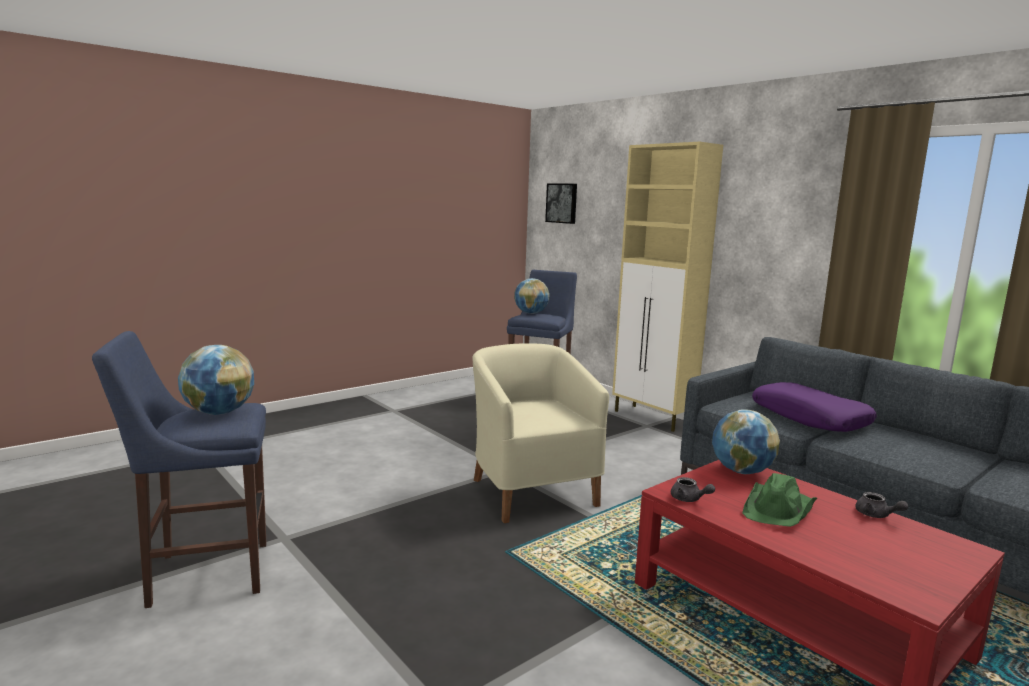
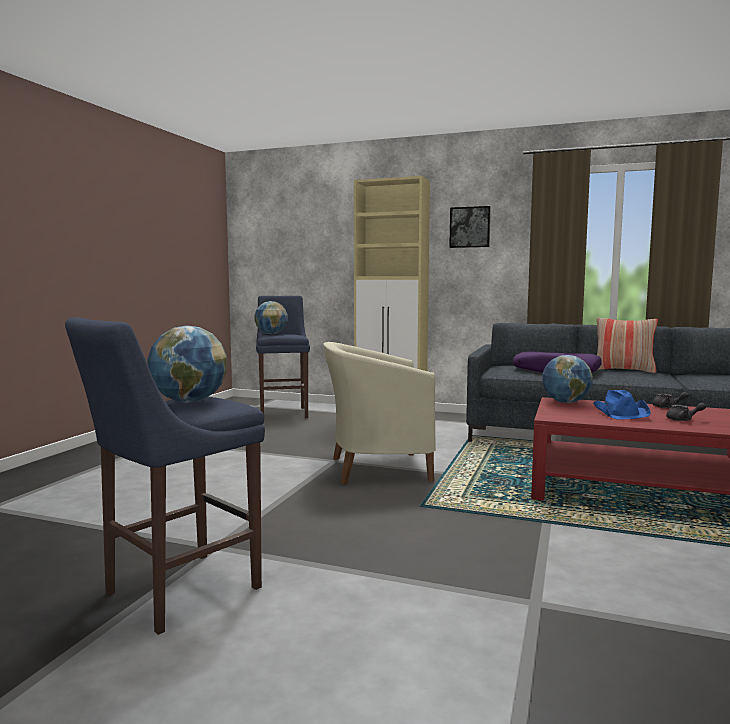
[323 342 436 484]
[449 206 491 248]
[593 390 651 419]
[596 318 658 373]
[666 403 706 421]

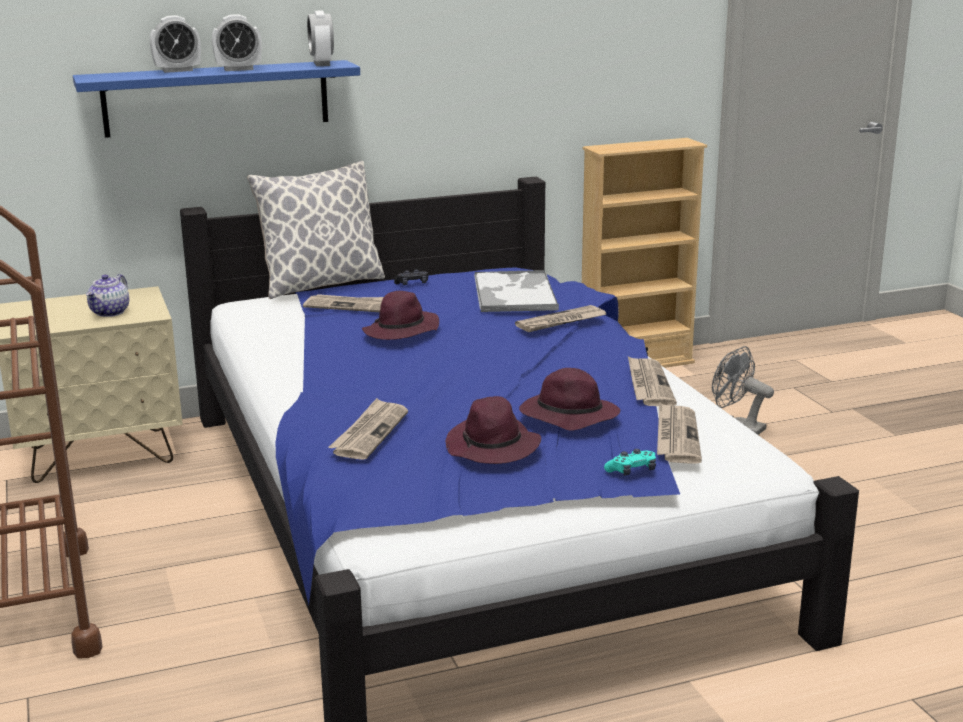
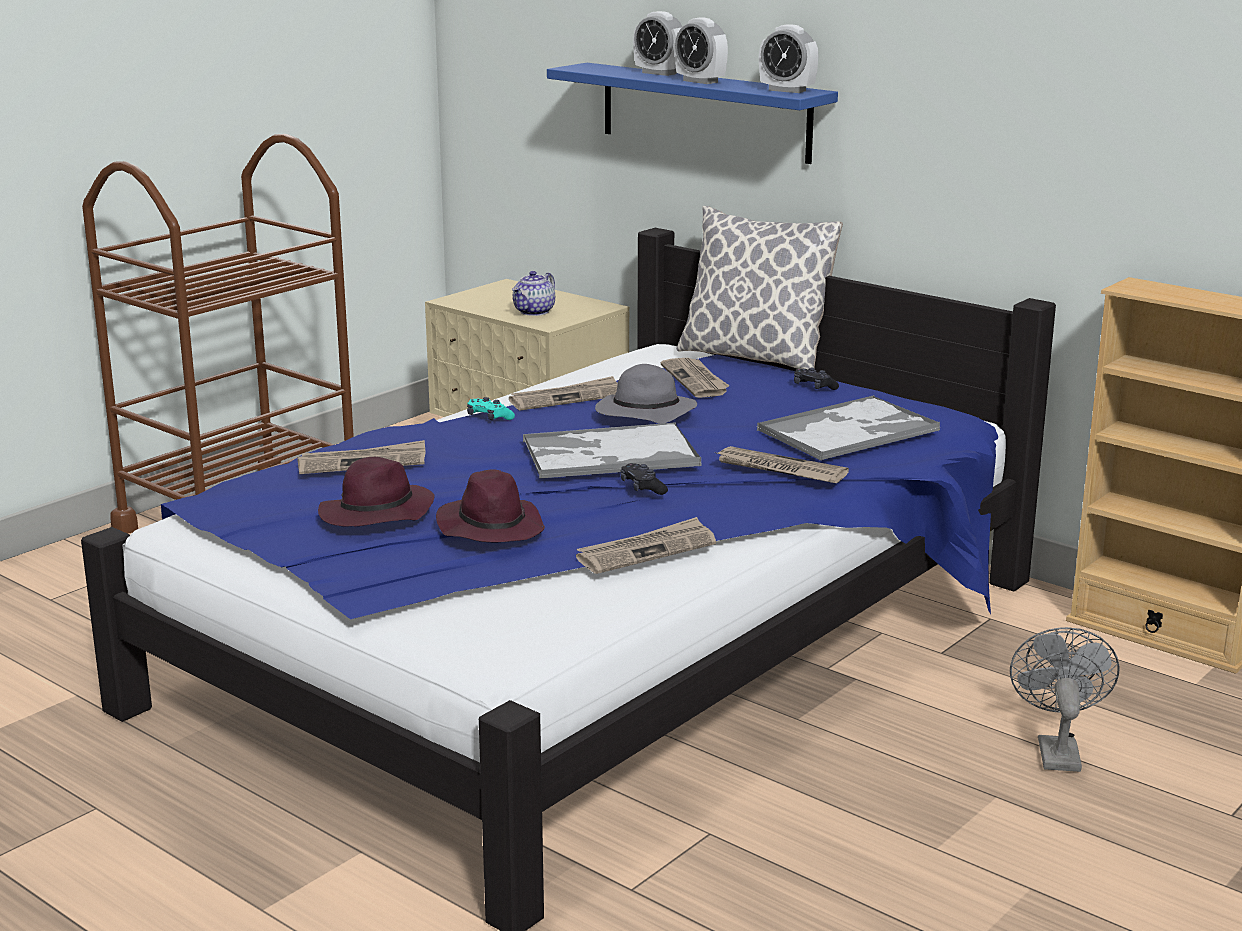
[467 397 515 420]
[509 376 618 411]
[512 271 555 316]
[523 422 701 479]
[595 364 697 424]
[621 463 668 495]
[759 24 819 93]

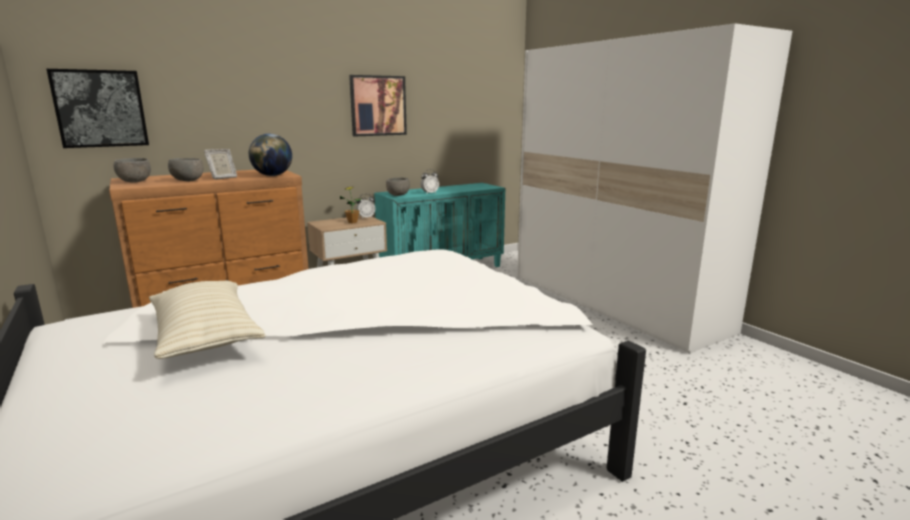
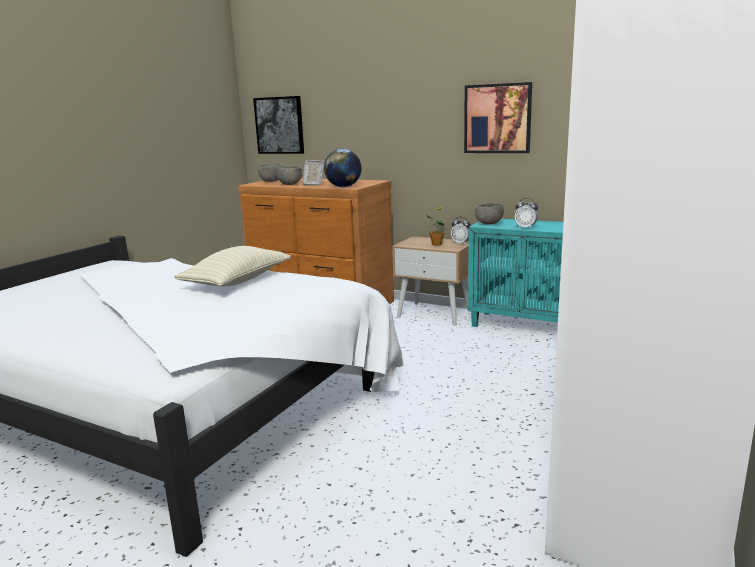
[174 246 291 286]

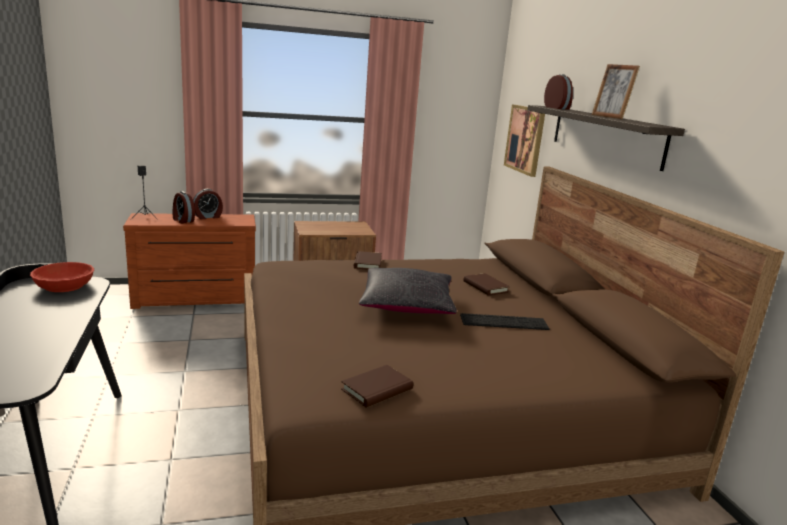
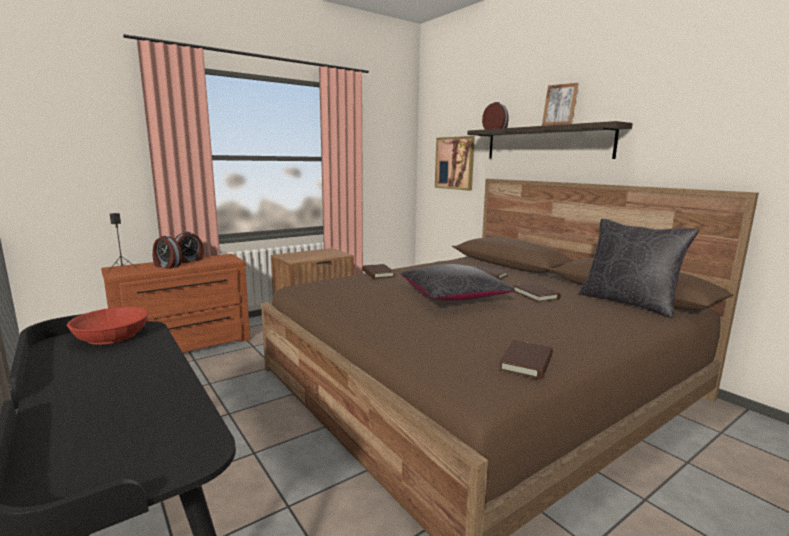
[513 283 561 302]
[579 219 699 318]

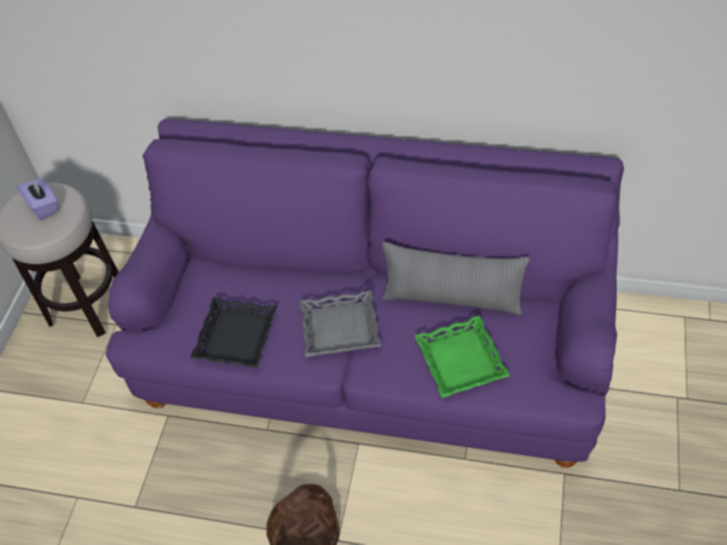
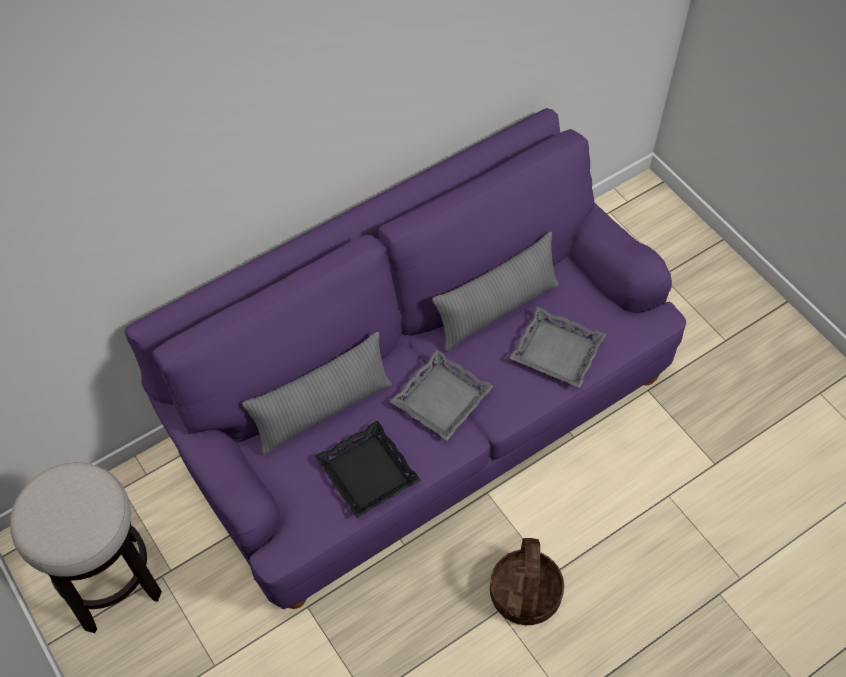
[242 332 392 455]
[509 307 606 388]
[17 178 58 220] (first image)

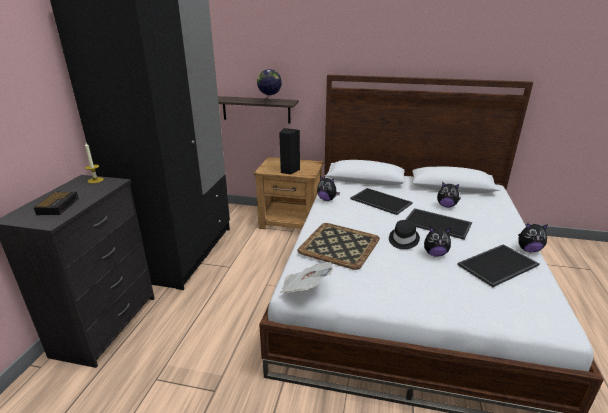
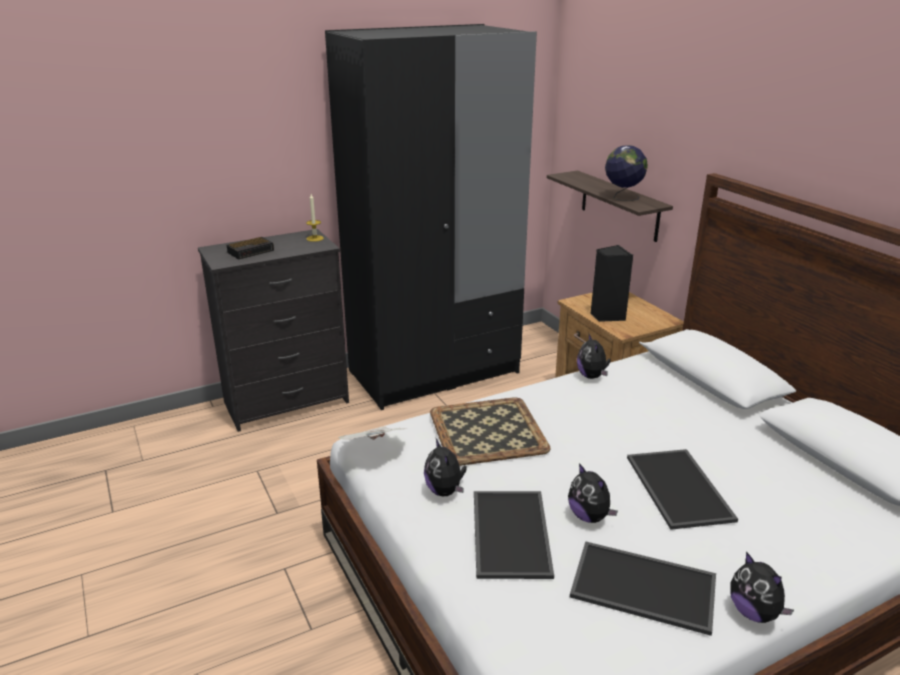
[424 437 467 496]
[474 491 554 579]
[389 220 420 249] (first image)

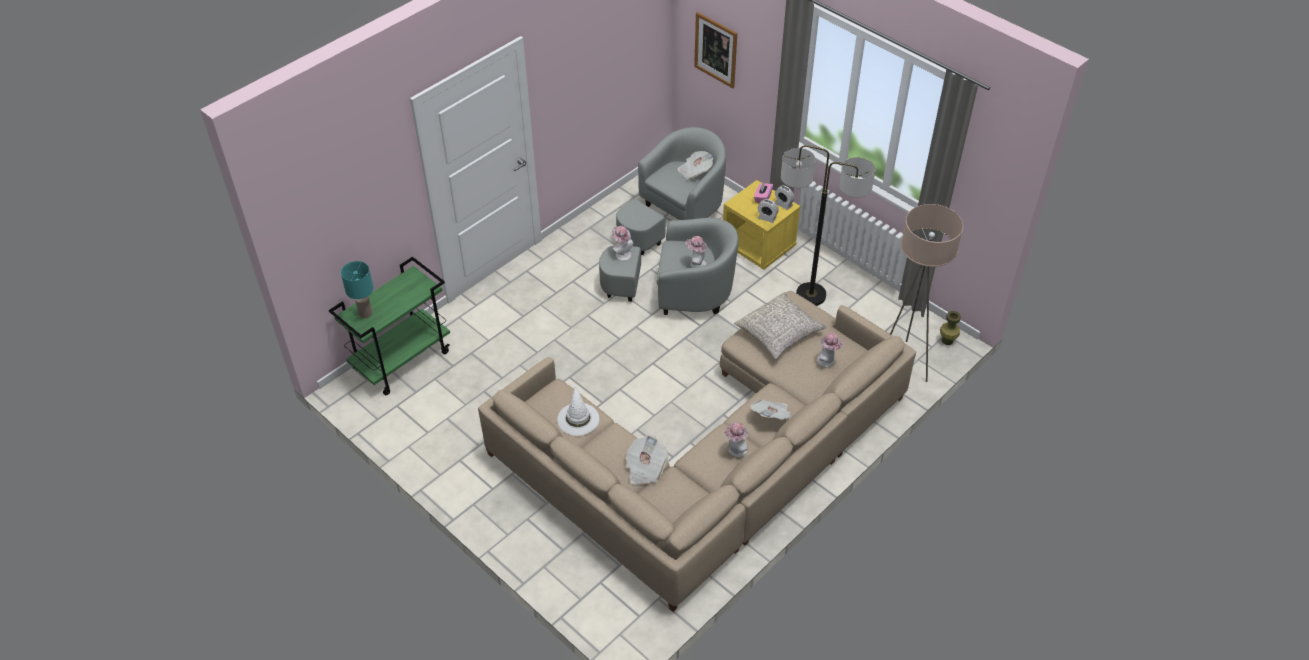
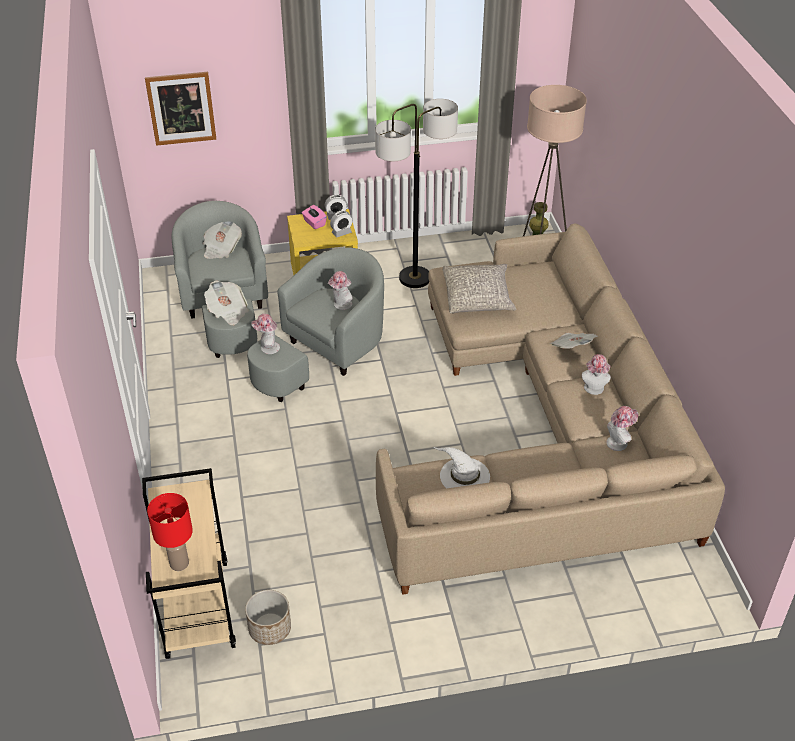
[142 468 236 659]
[147 493 193 571]
[204 280 249 325]
[245 590 291 645]
[606 406 638 451]

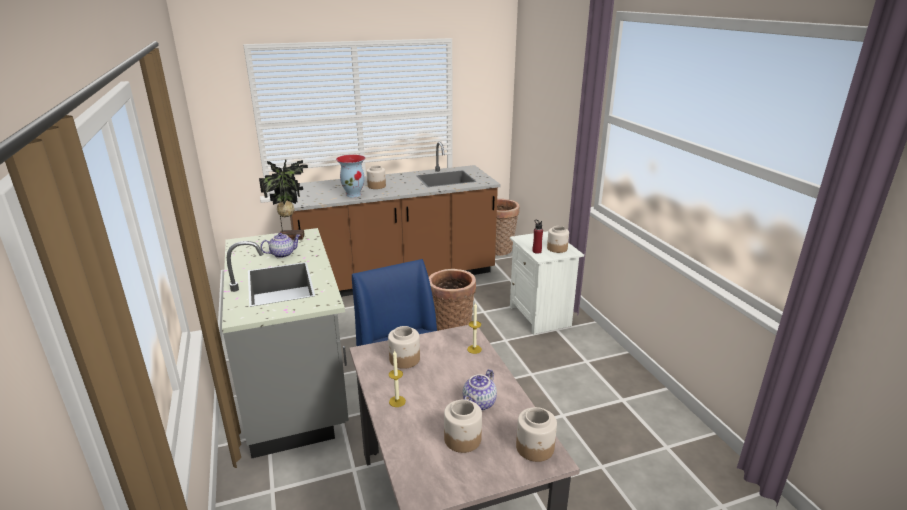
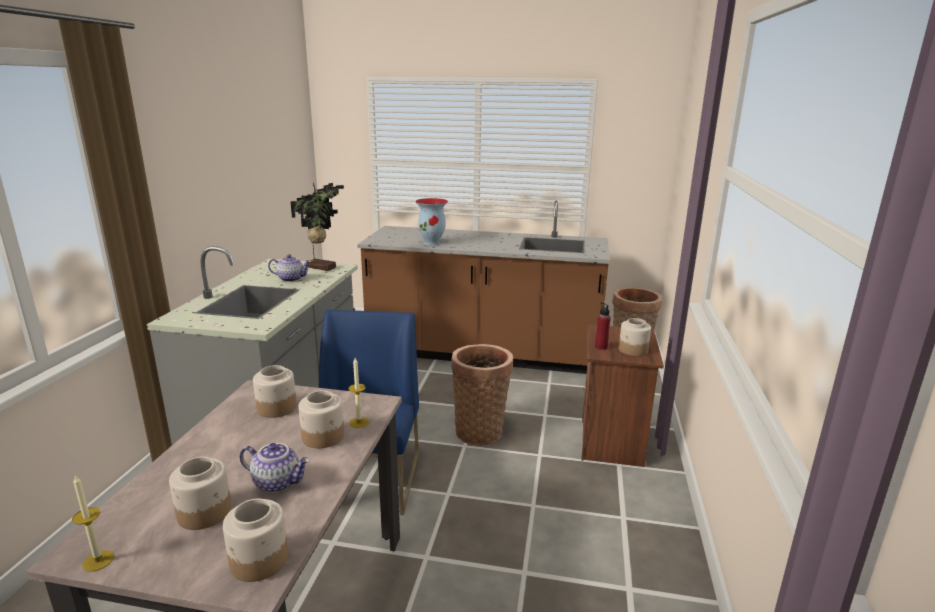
[72 475 114 572]
[239 443 310 493]
[298 390 344 448]
[582 324 664 467]

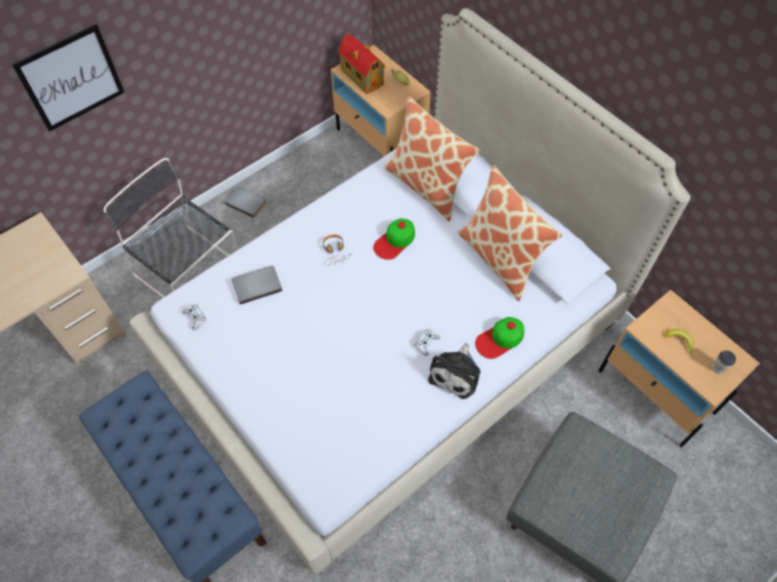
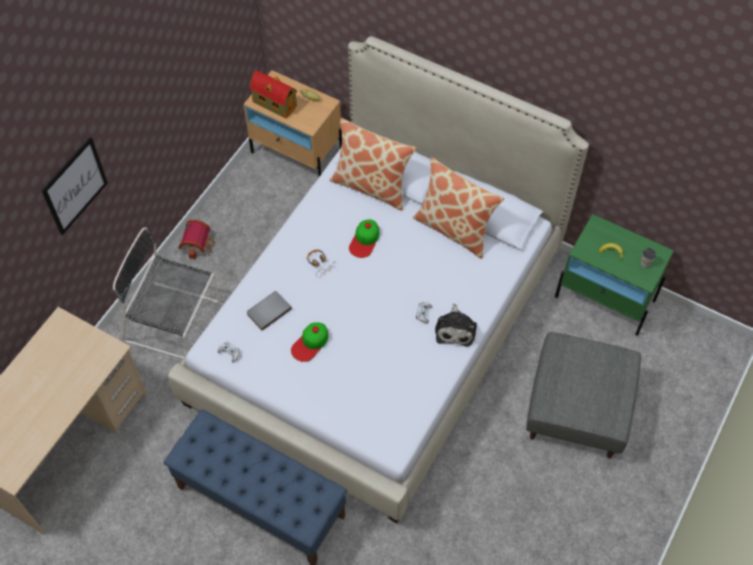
[179 220 215 260]
[291 322 329 362]
[555 214 674 336]

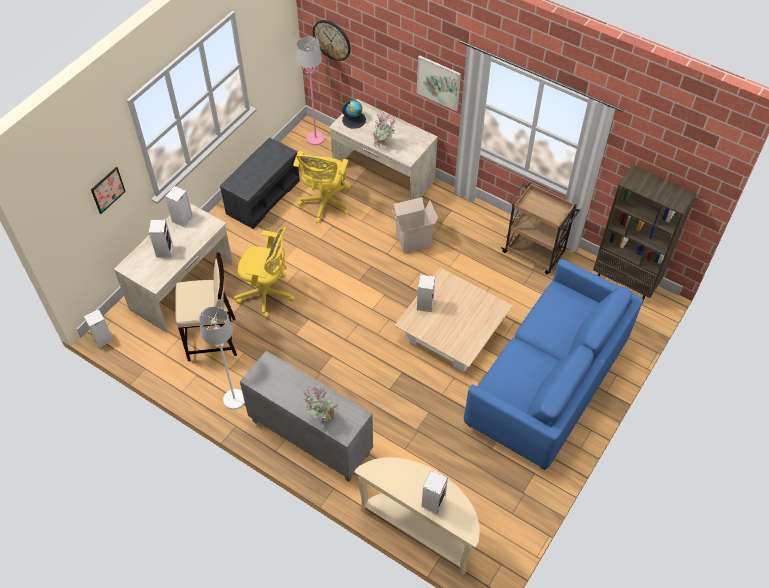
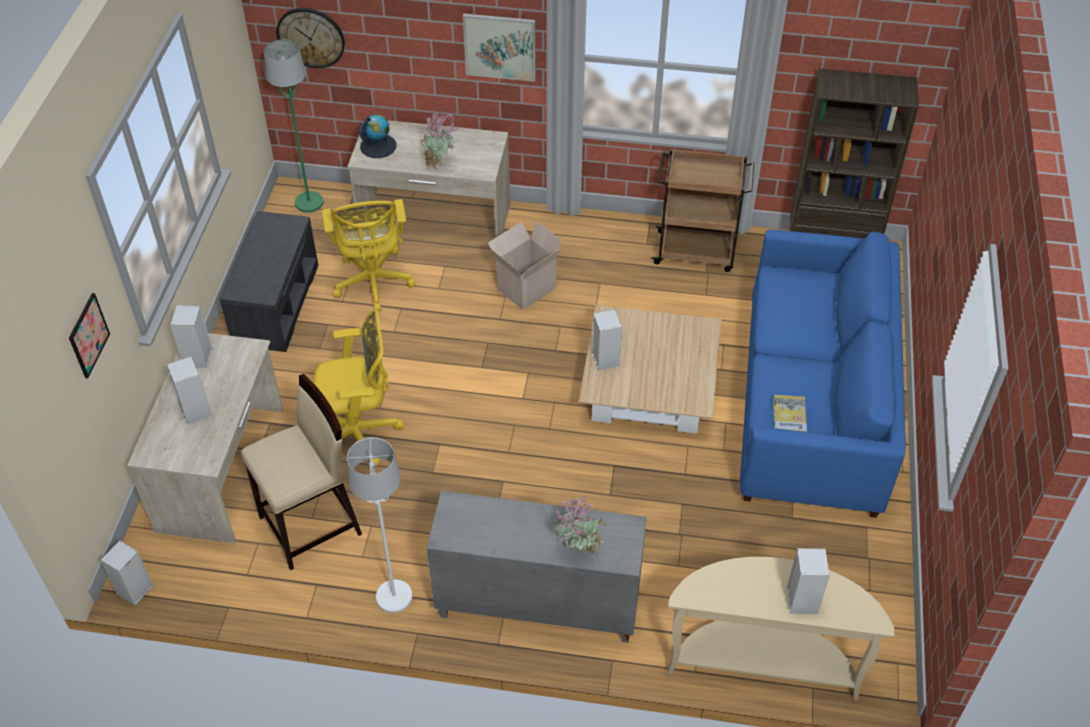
[264 39 324 213]
[773 395 807 432]

